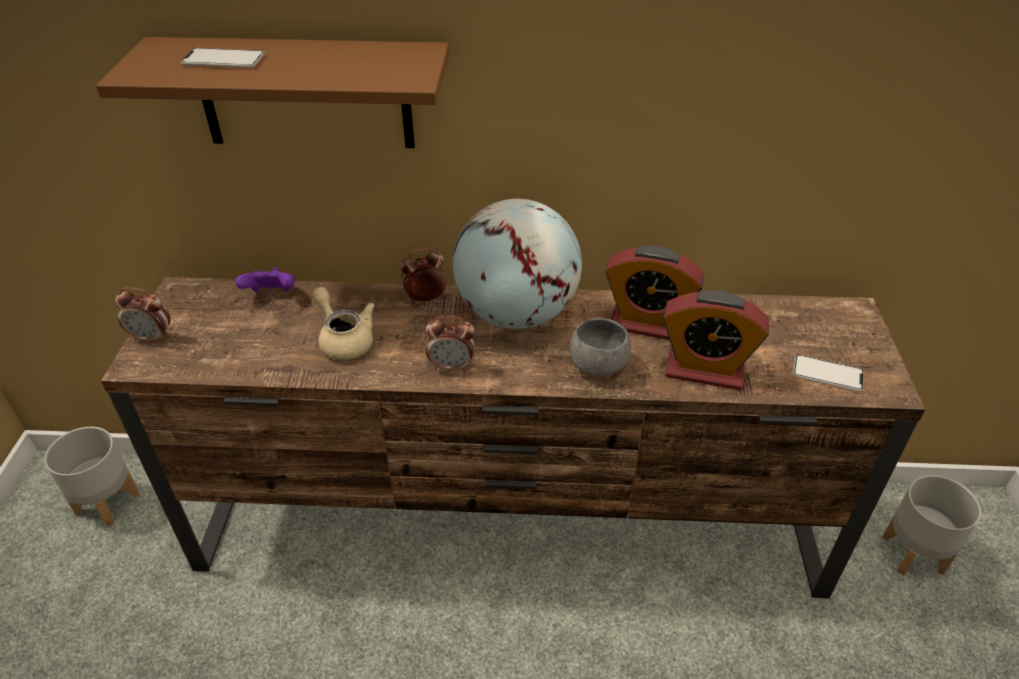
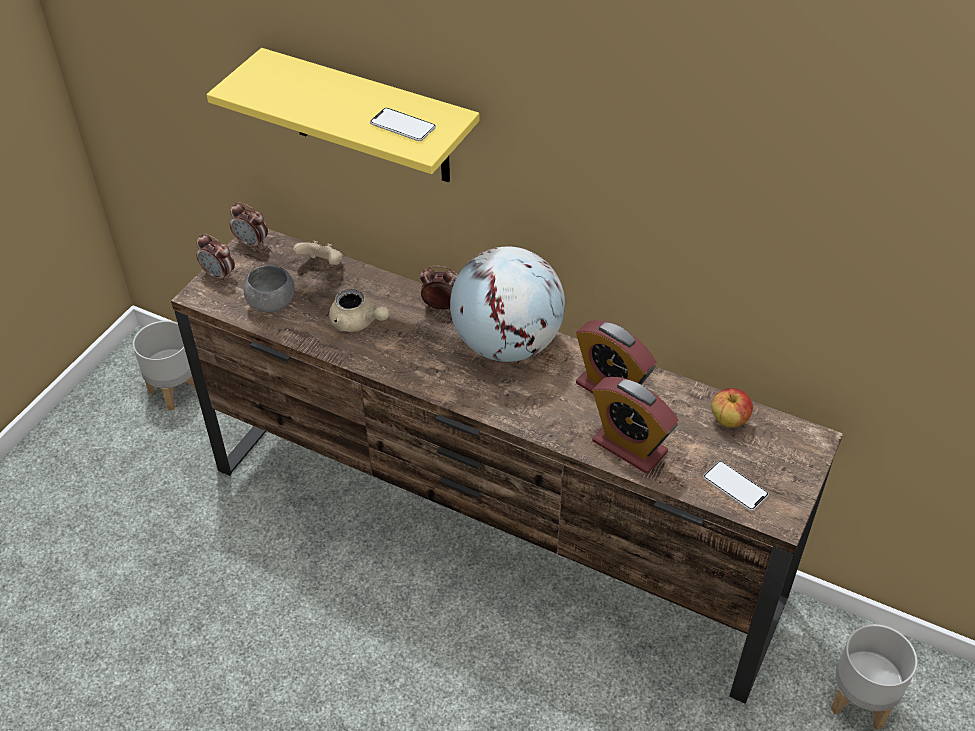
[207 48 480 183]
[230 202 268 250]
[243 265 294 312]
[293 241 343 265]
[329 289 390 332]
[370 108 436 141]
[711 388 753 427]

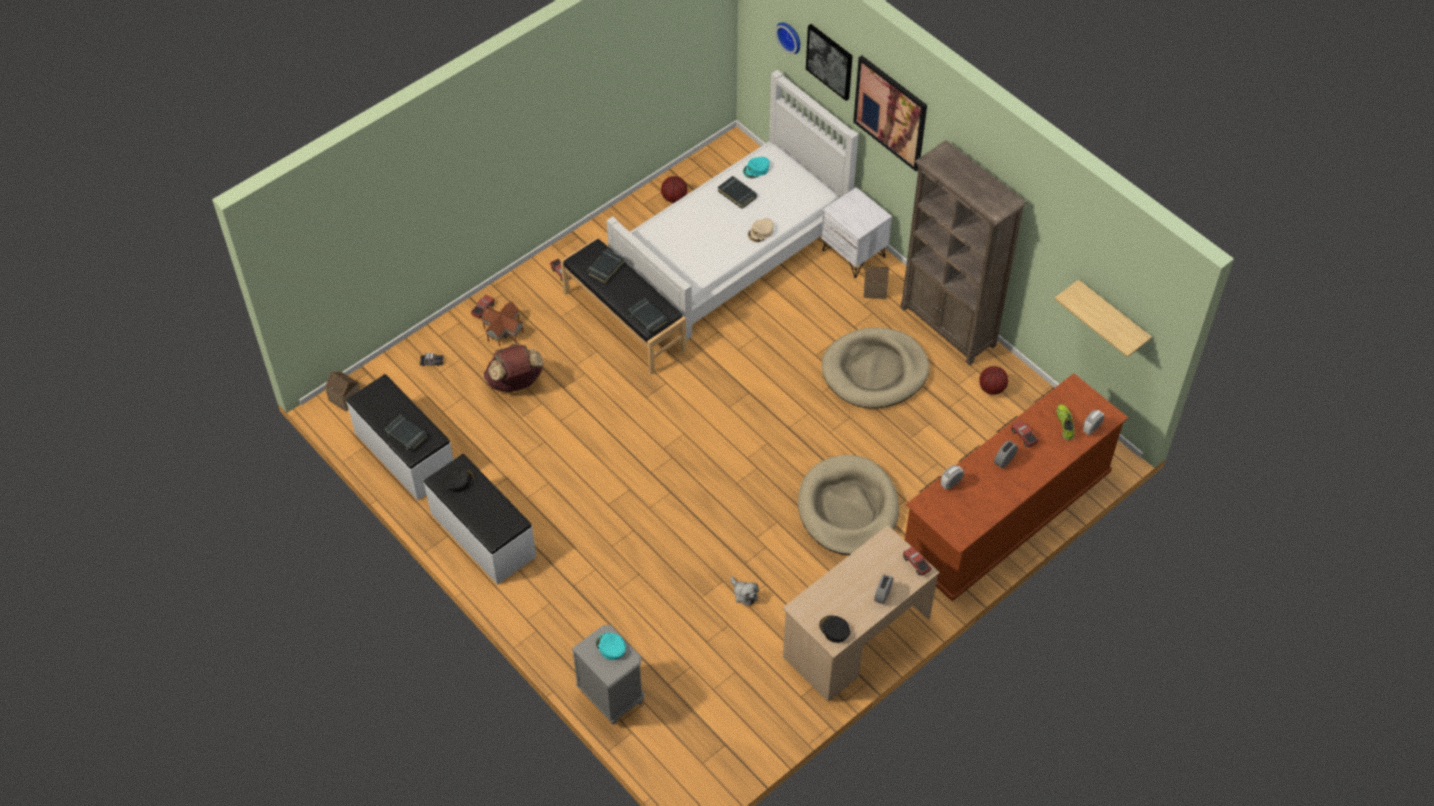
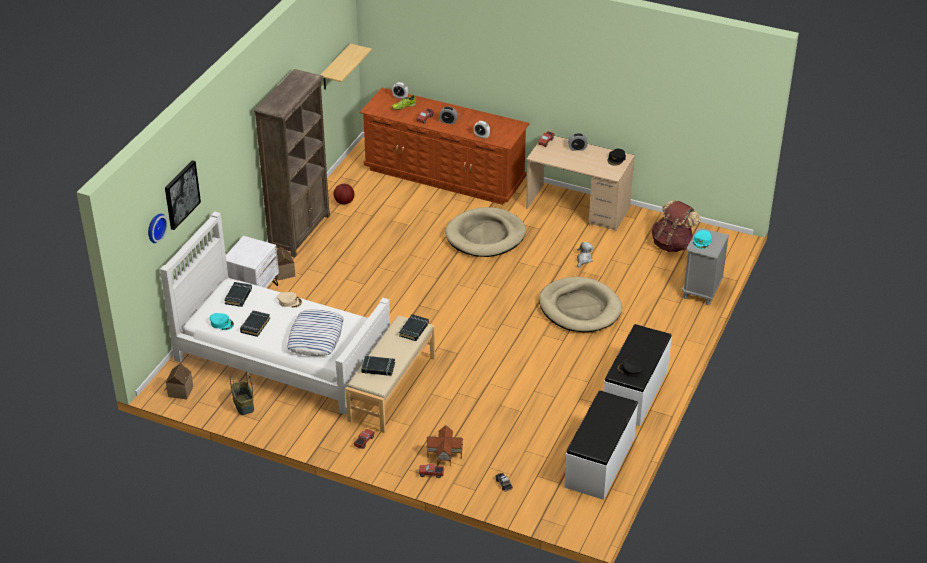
[164 363 193 399]
[224 282 252 307]
[230 371 254 415]
[287 309 344 356]
[346 315 435 433]
[539 277 622 332]
[652 200 700 252]
[853 56 927 171] (first image)

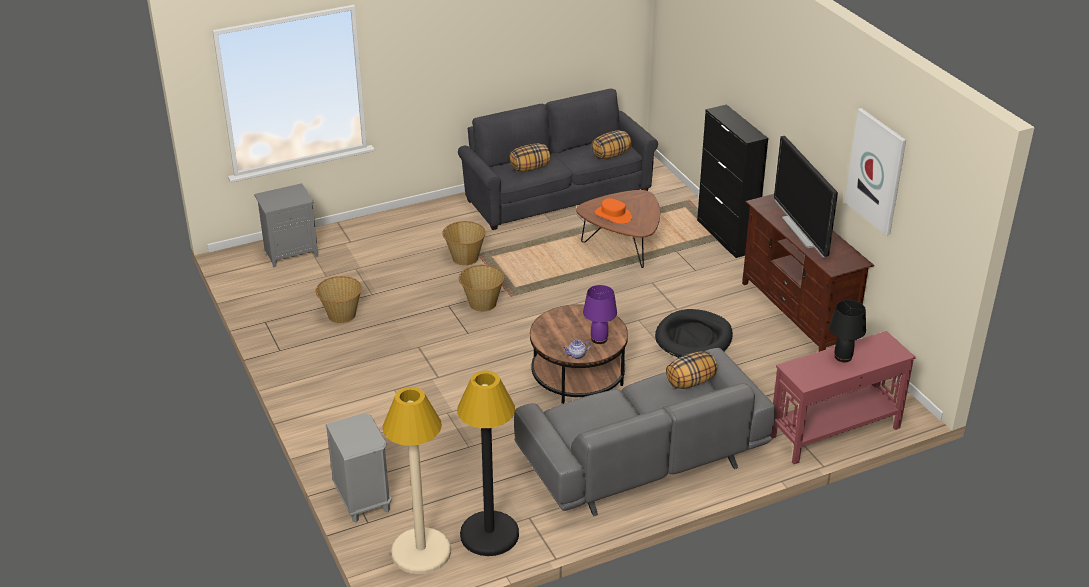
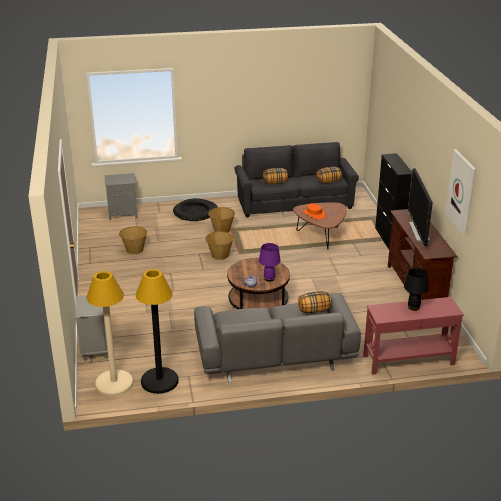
[173 198 218 221]

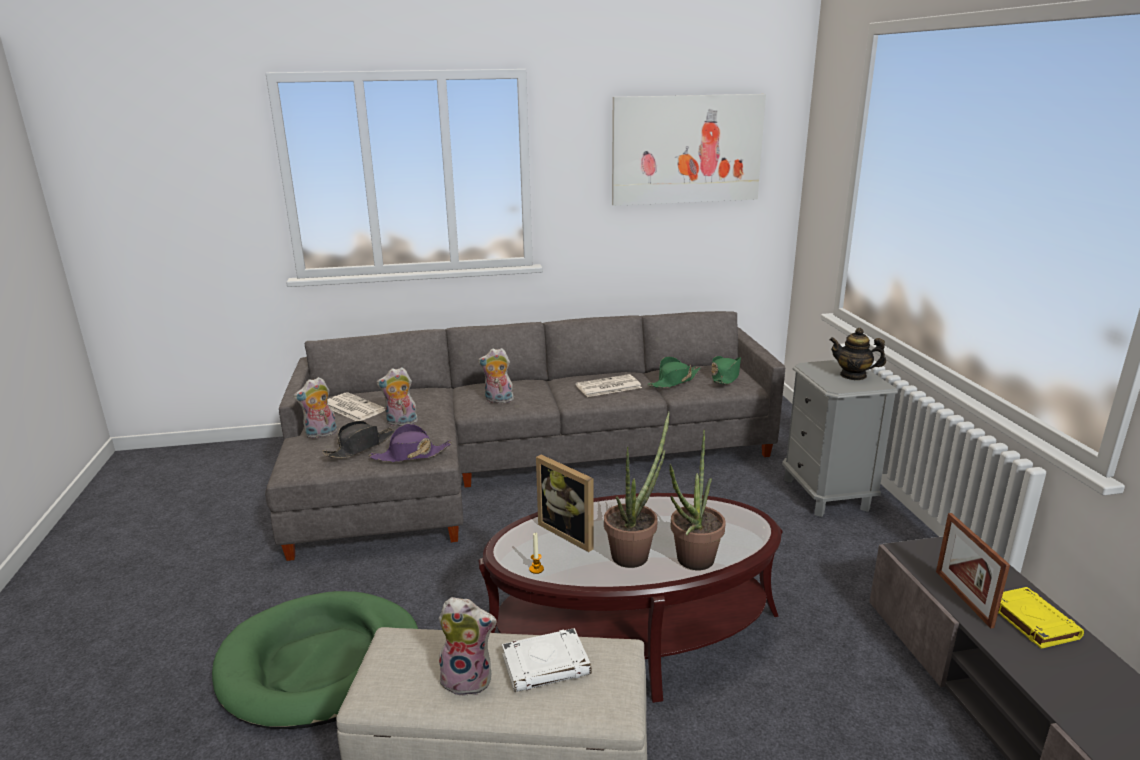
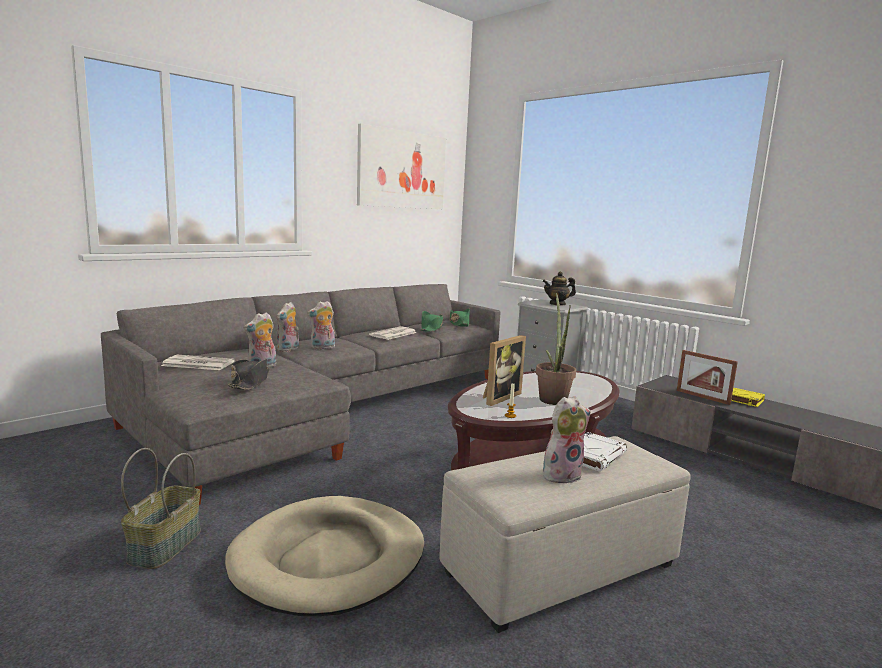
[121 448 201 569]
[225 496 424 616]
[277 302 299 352]
[483 335 526 406]
[369 424 452 462] (first image)
[669 430 725 570] (first image)

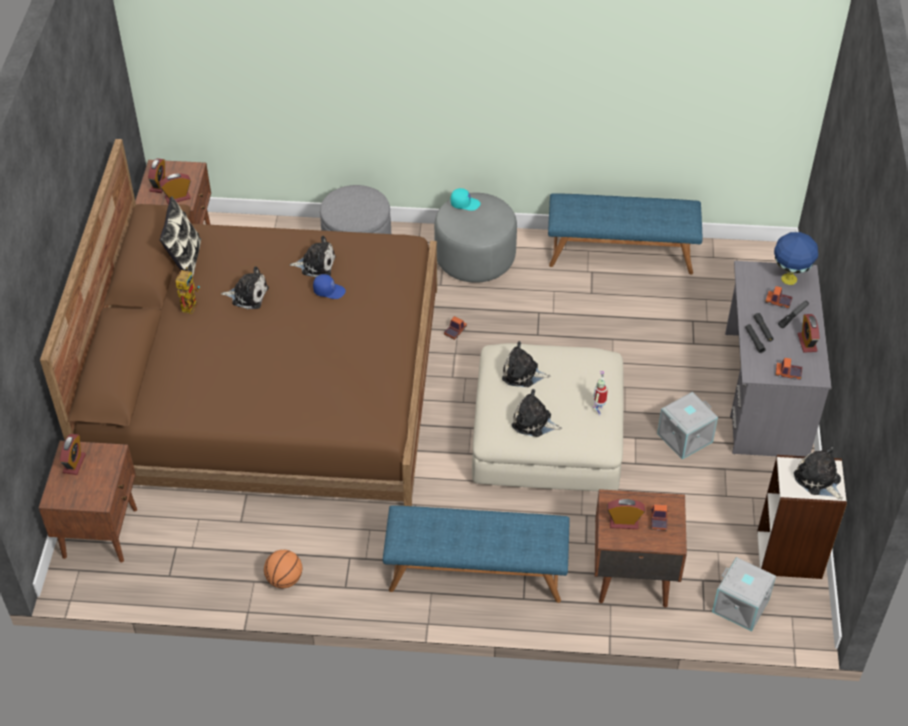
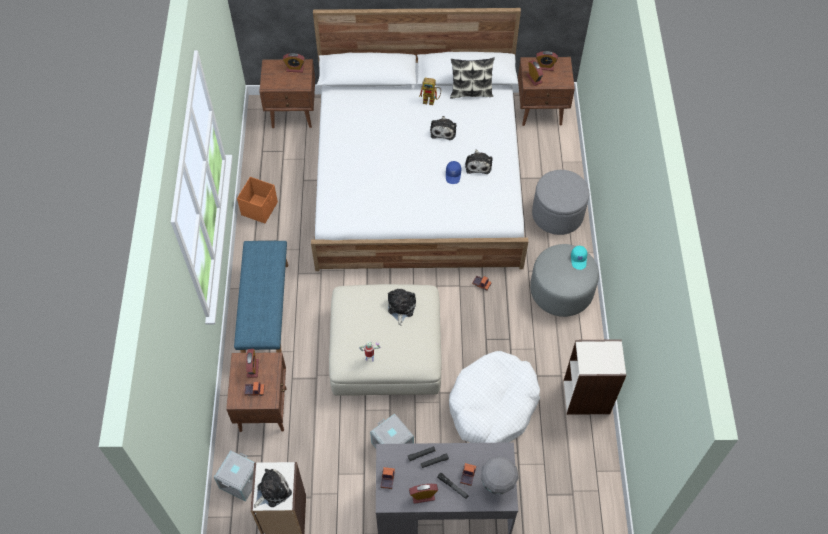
[237 177 278 223]
[311 8 528 271]
[449 351 540 443]
[481 456 519 494]
[564 339 626 415]
[512 389 562 437] (first image)

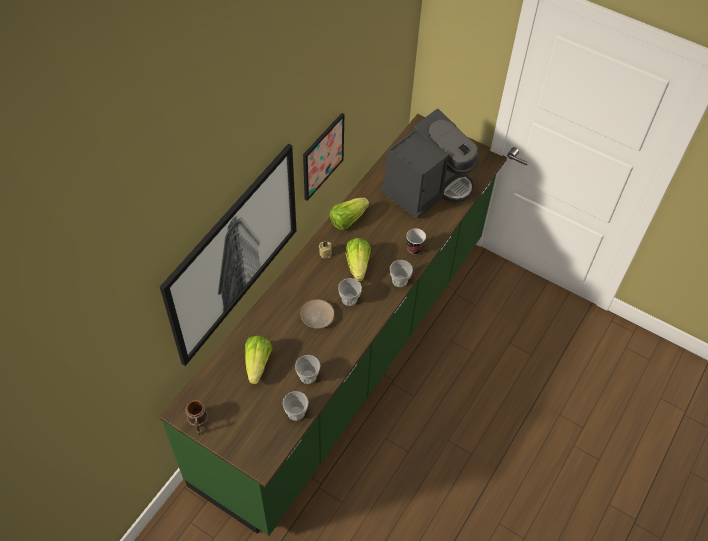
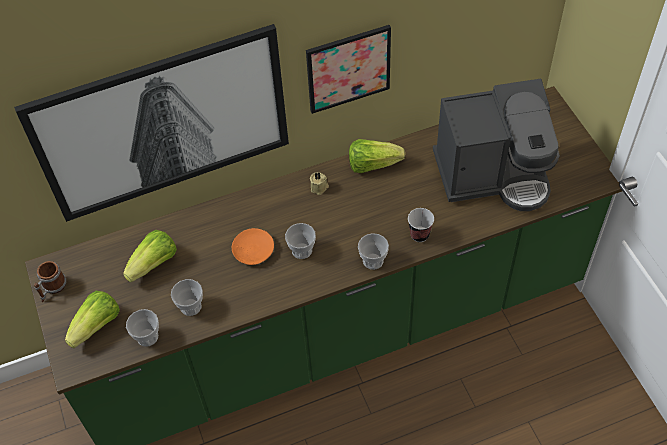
[65 291 120 348]
[232 228 274 265]

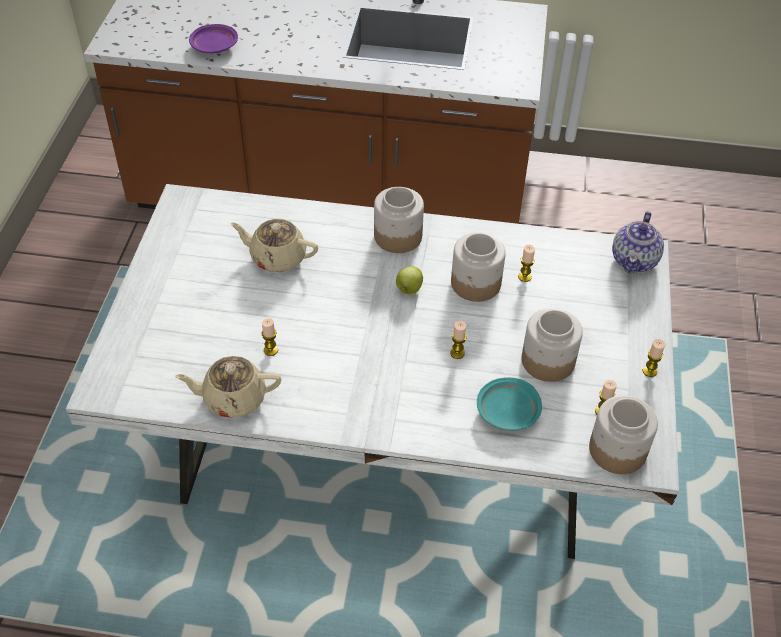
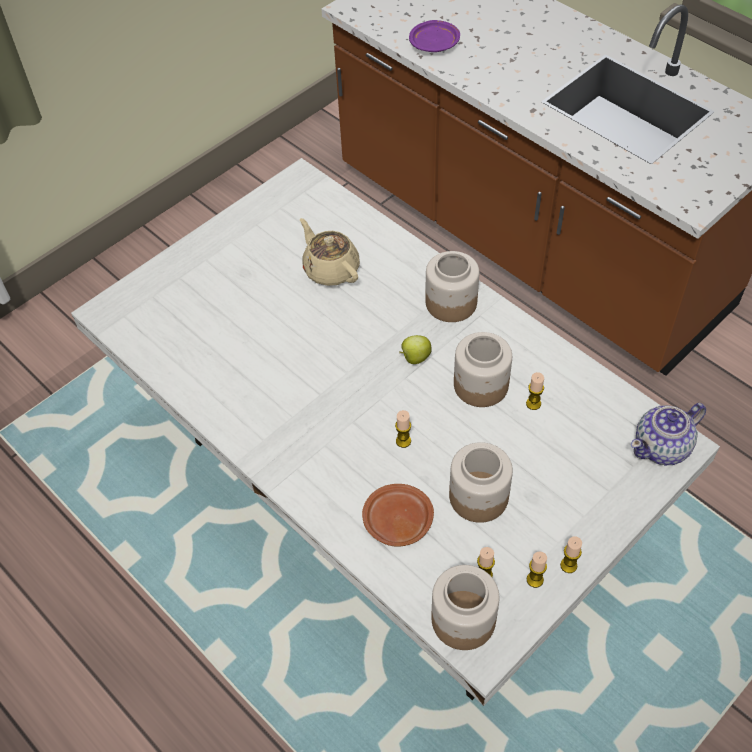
[362 484 434 547]
[527 551 547 588]
[175 356 281 418] (first image)

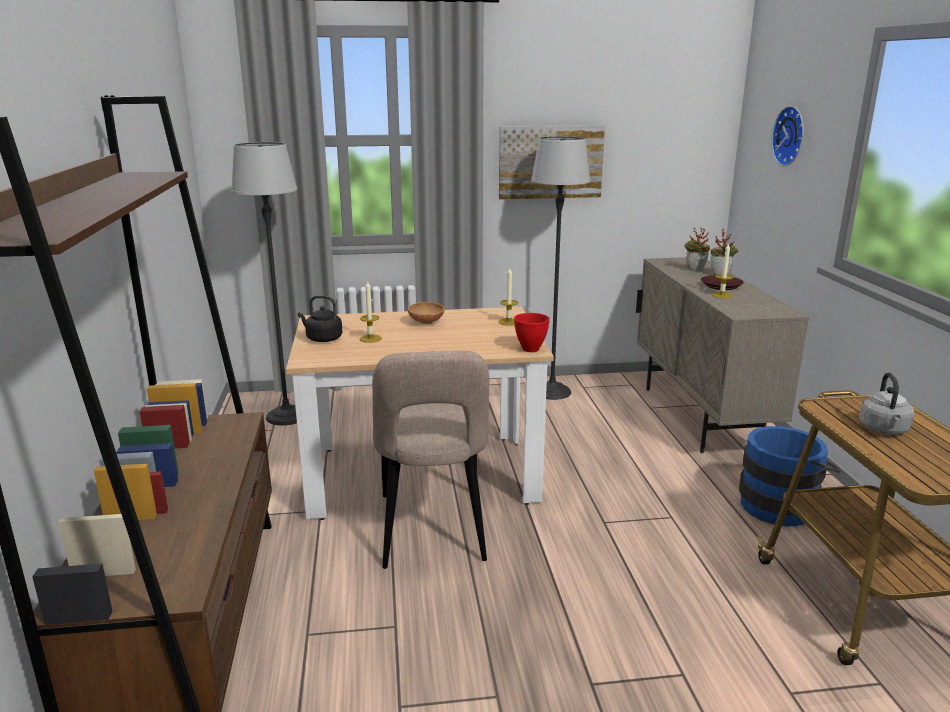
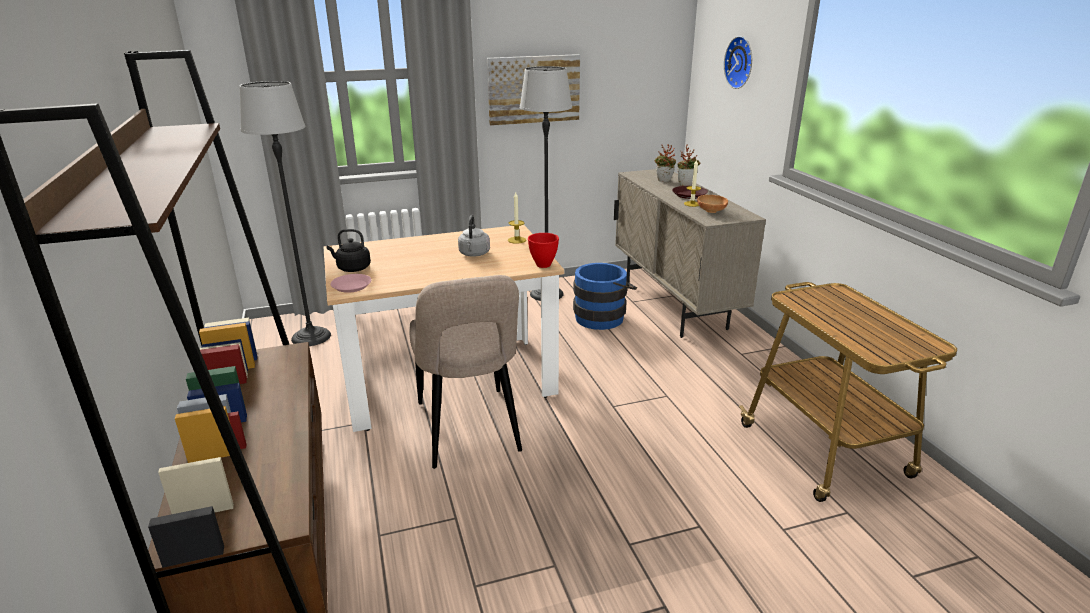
[331 274 371 293]
[458 215 490 257]
[573 263 637 330]
[697 195 728 213]
[359 280 382 343] (first image)

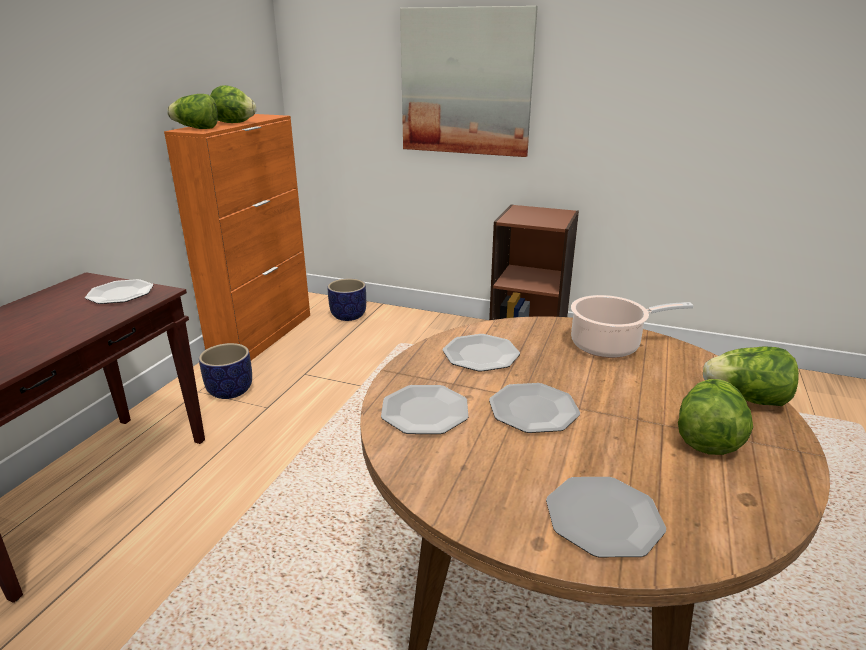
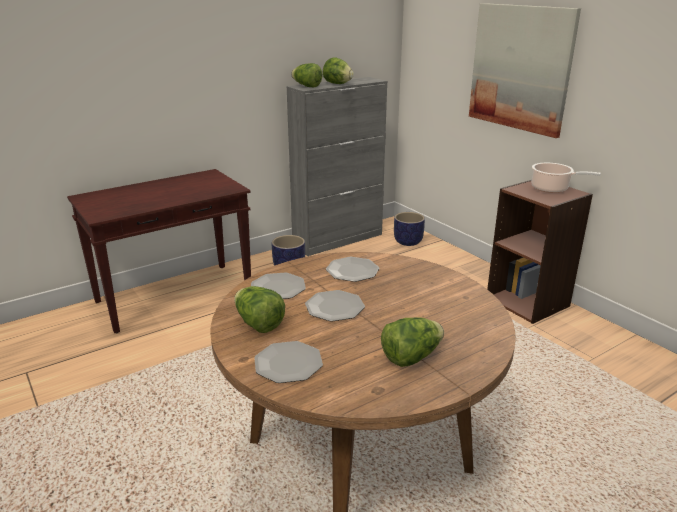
[234 286 285 333]
[286 77 387 256]
[532 163 601 193]
[85 279 153 304] (first image)

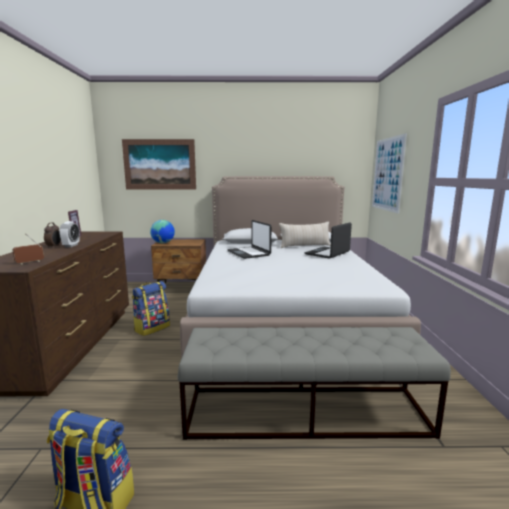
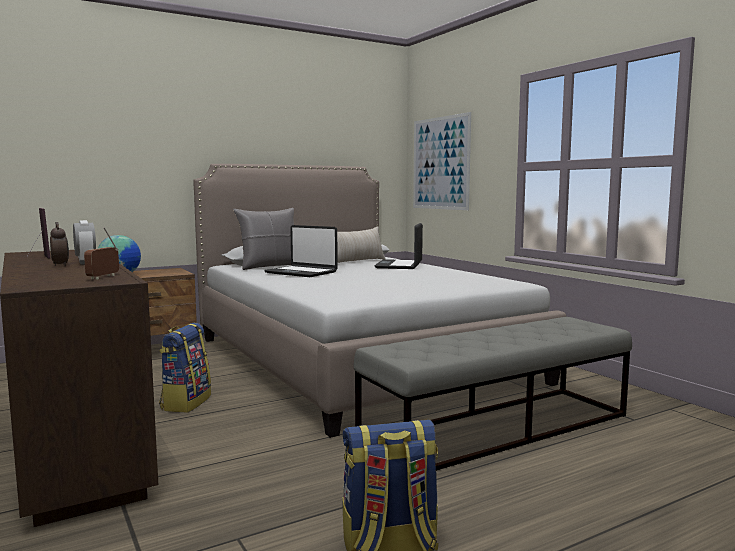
[233 208 294 270]
[122 139 196 190] (first image)

